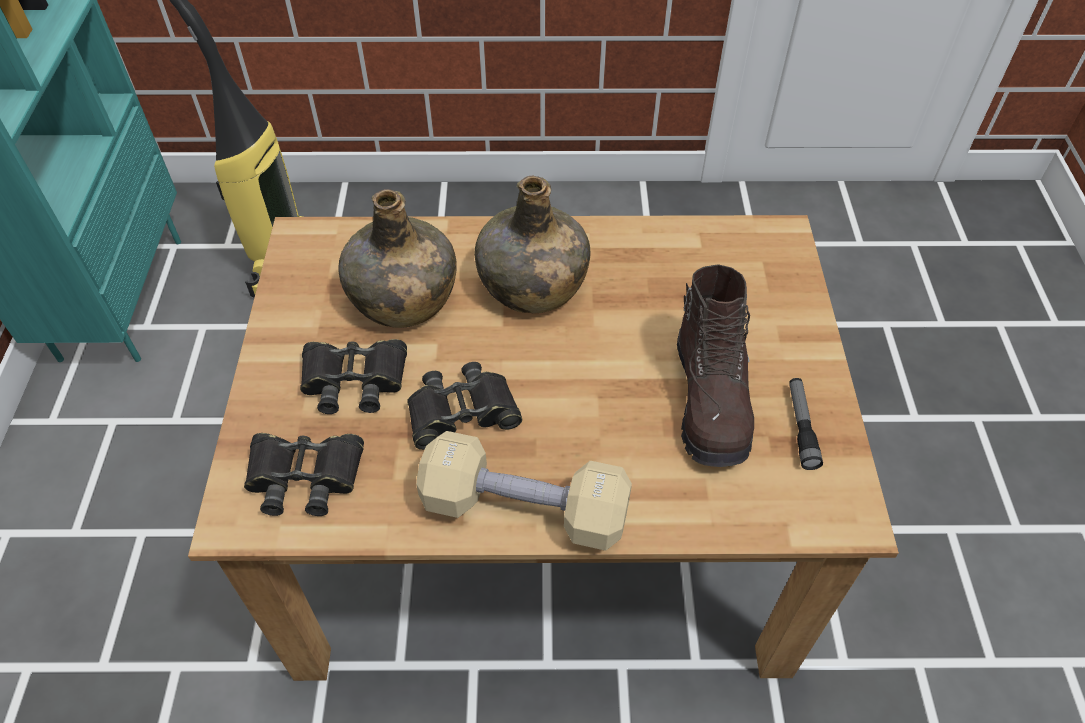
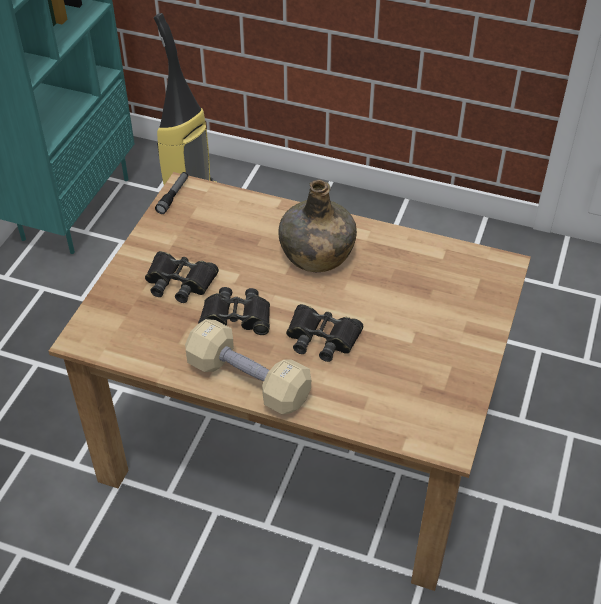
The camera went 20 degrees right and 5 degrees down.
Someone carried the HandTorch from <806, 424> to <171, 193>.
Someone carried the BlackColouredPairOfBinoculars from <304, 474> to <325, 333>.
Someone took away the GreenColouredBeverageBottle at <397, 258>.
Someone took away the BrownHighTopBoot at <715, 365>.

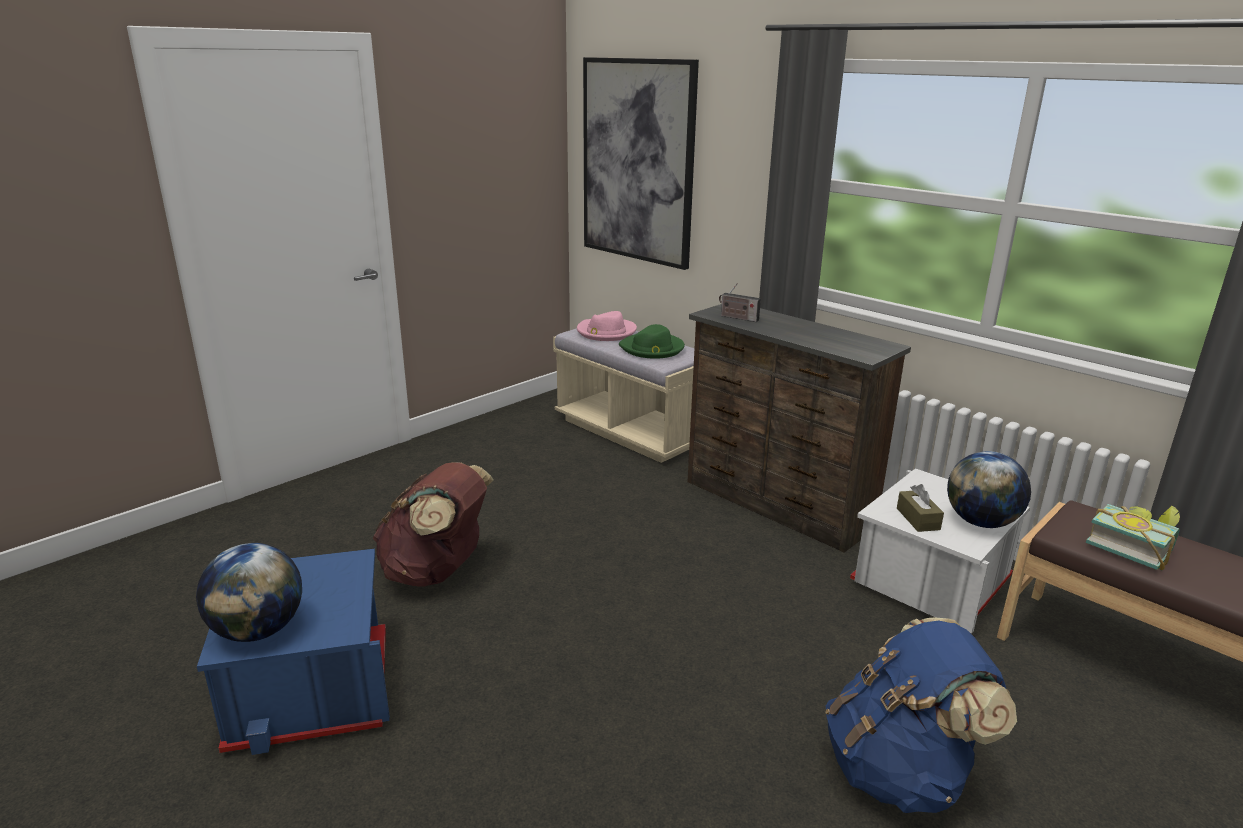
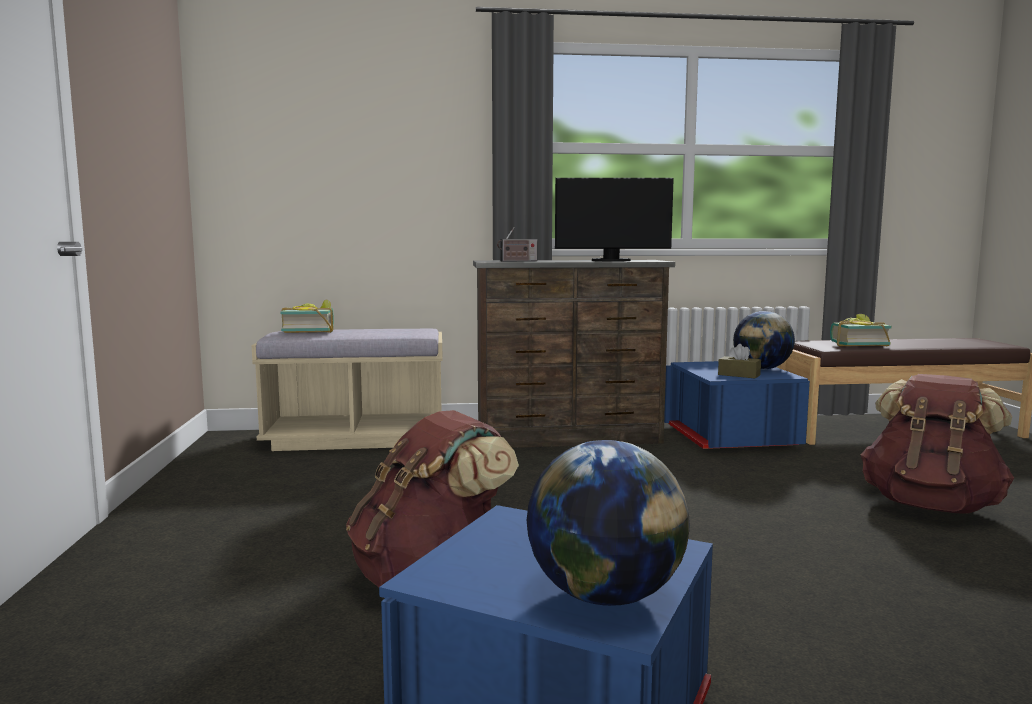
The camera went 50 degrees left and 15 degrees down.
Someone swapped the PinkishHat at <607, 326> for the BoundBook at <307, 316>.
Someone put down the ComputerScreen at <614, 219>.
Someone repainted the WhiteStorageBin at <940, 550>, which became the BlueColouredStorageBin at <737, 405>.
Someone repainted the BlueColouredRucksack at <921, 715>, which became the BrownRucksack at <937, 444>.
Someone took away the Picture at <641, 163>.
Someone took away the GreenColouredHat at <652, 341>.

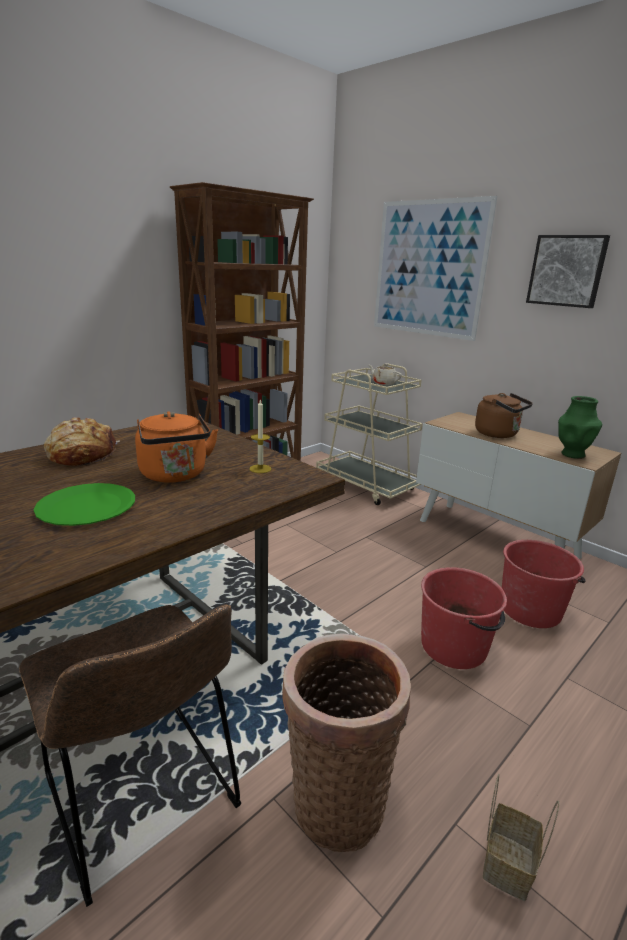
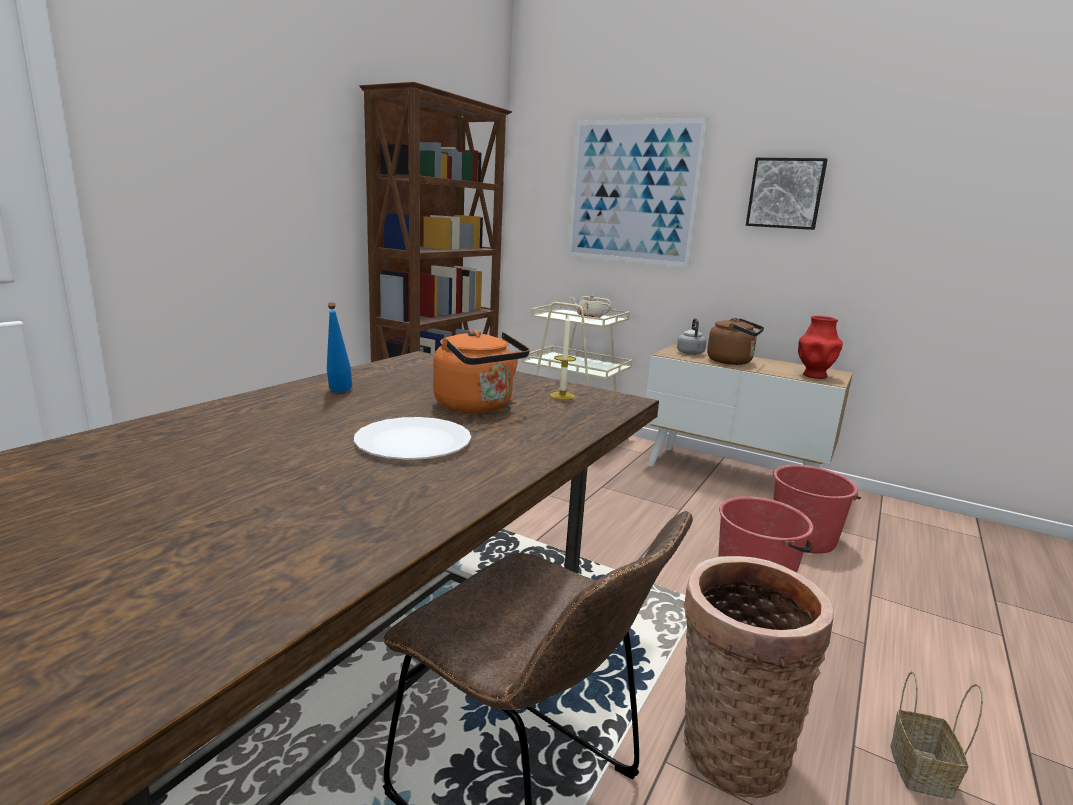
The camera went 15 degrees left and 5 degrees down.
Someone swapped the BakedBread at <82, 441> for the BlueColouredBeverageBottle at <339, 347>.
Someone repainted the GreenColouredPlate at <84, 504>, which became the WhitePlate at <412, 438>.
Someone put down the GreyTeaKettle at <691, 336>.
Someone repainted the GreenColouredFlowerVase at <580, 427>, which became the RedColouredFlowerVase at <820, 347>.

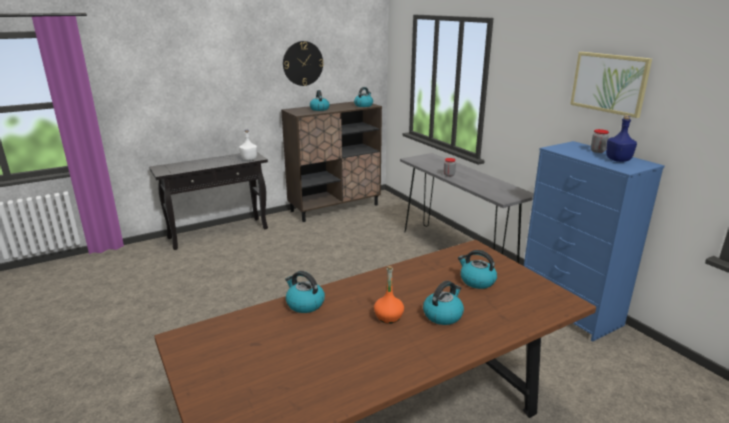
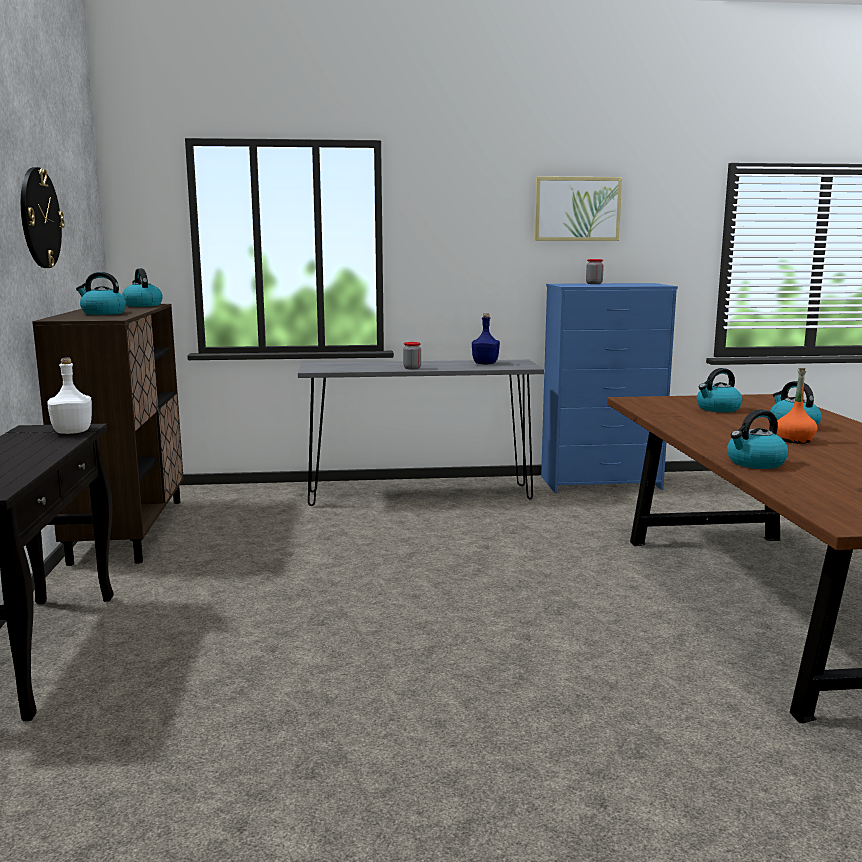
The camera went 65 degrees left and 10 degrees down.
Someone carried the BlueColouredBeverageBottle from <621, 138> to <486, 338>.

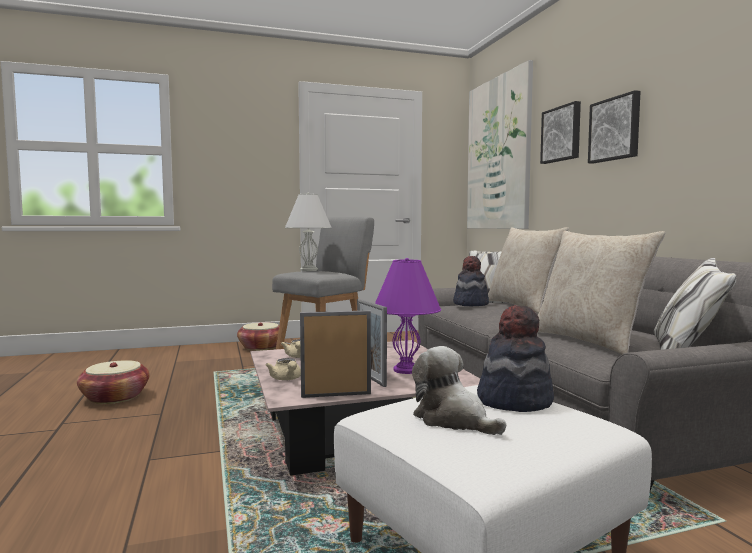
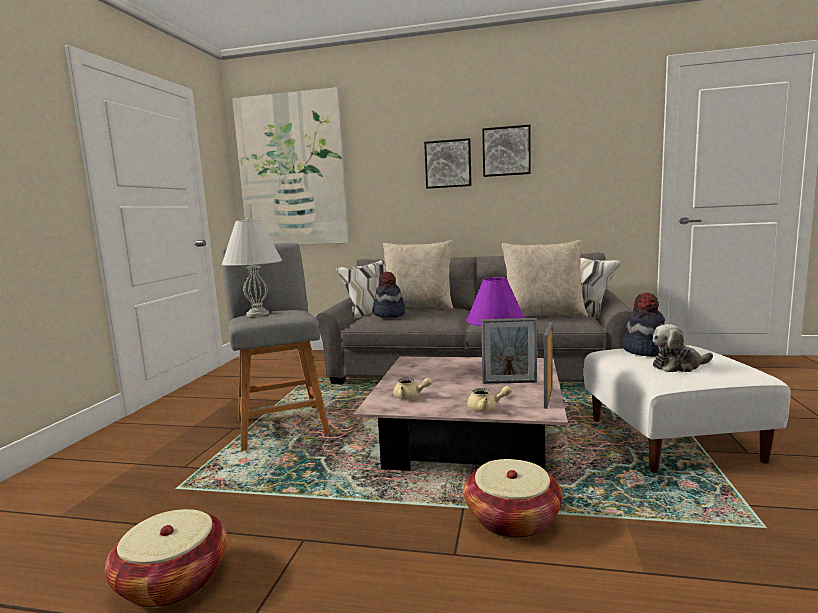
The camera went 60 degrees left and 5 degrees up.
Someone carried the HouseholdBasket from <258, 336> to <513, 499>.
Someone carried the Picture from <560, 132> to <506, 151>.

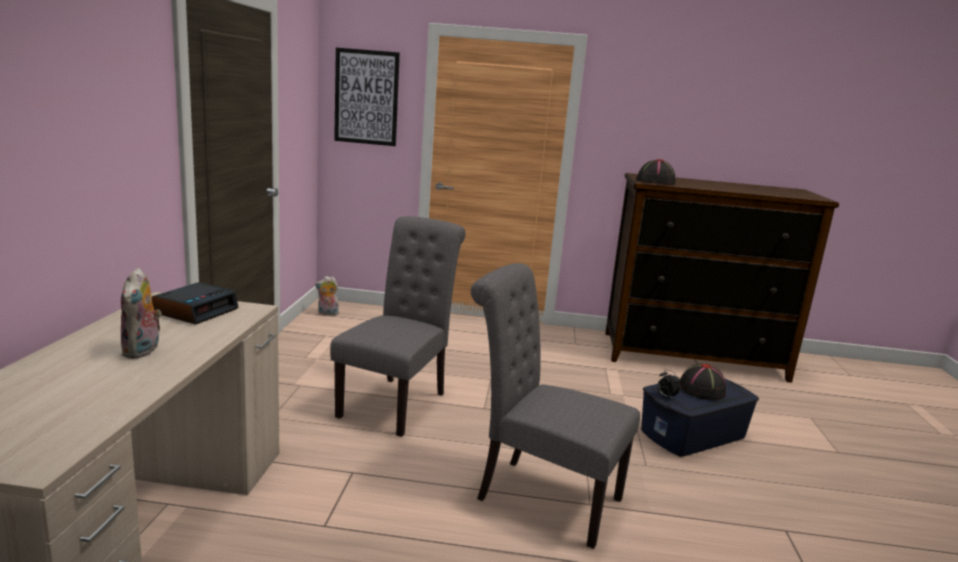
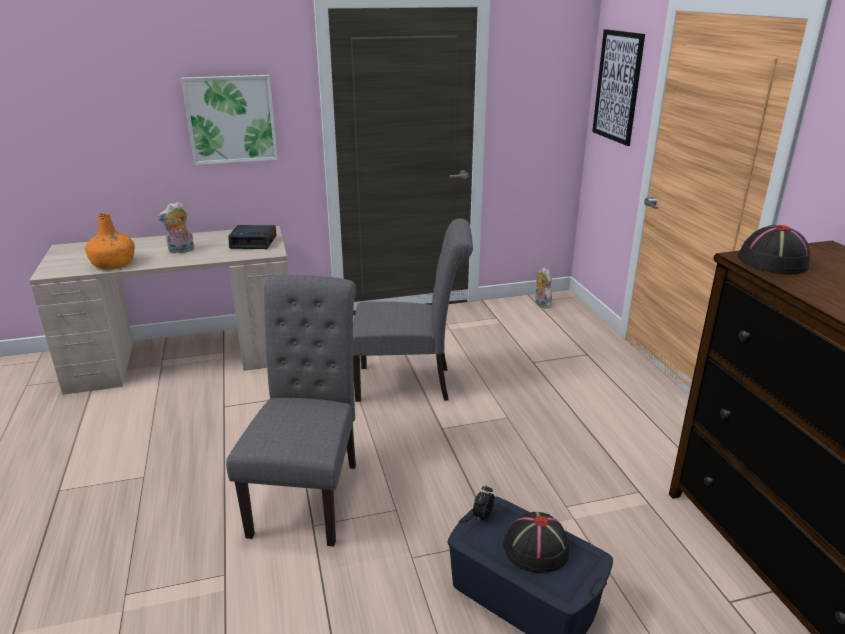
The camera went 70 degrees right and 10 degrees up.
Someone put down the OrangeColouredBeverageBottle at <110, 240>.
Someone put up the Picture at <229, 120>.

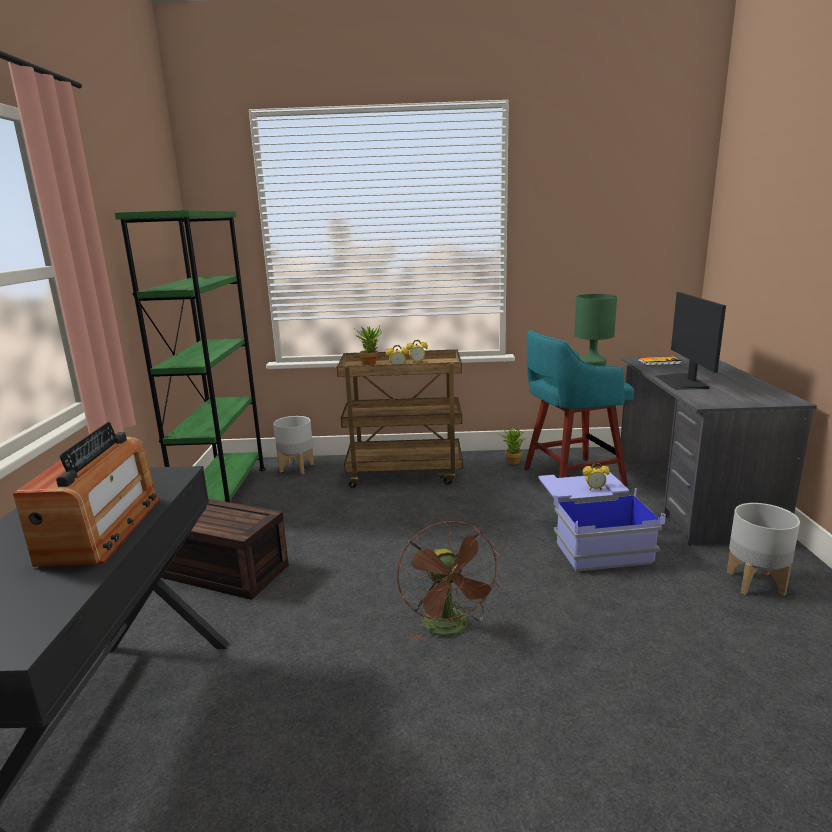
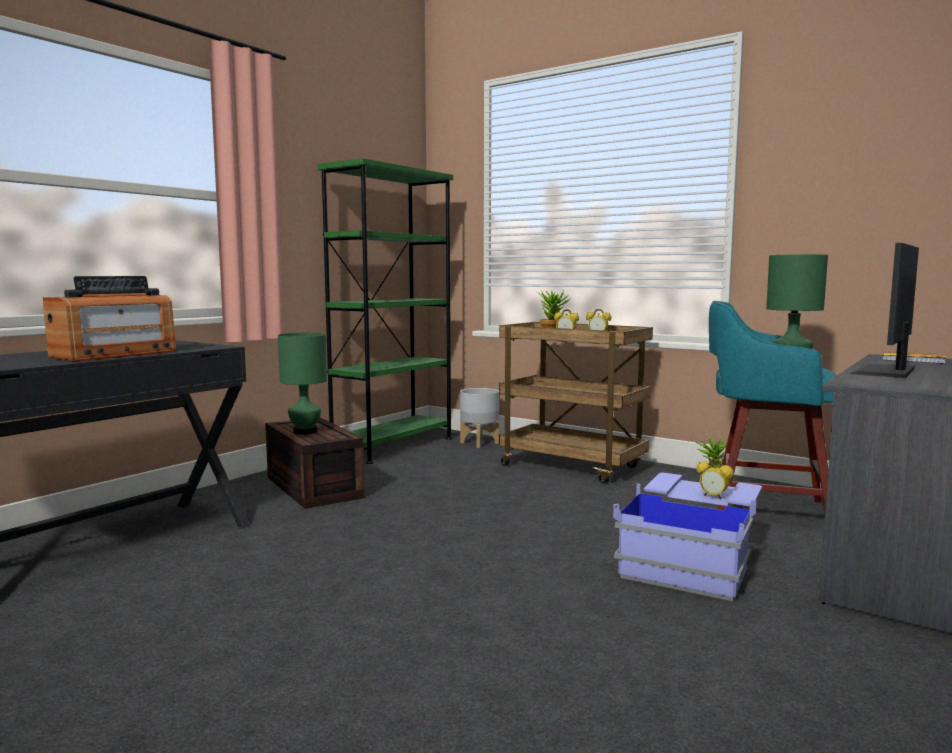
The camera went 35 degrees right and 10 degrees down.
Someone put down the GreenColouredLampForATable at <302, 383>.
Someone took away the BrownCoolingFan at <448, 581>.
Someone took away the GreyPlantPot at <763, 549>.

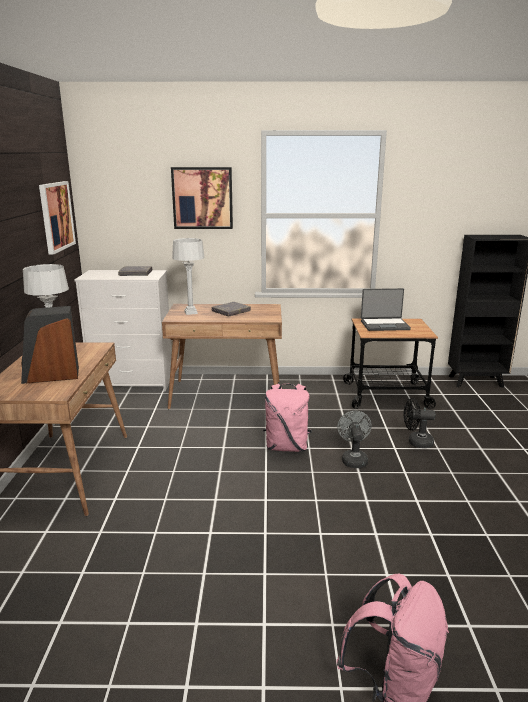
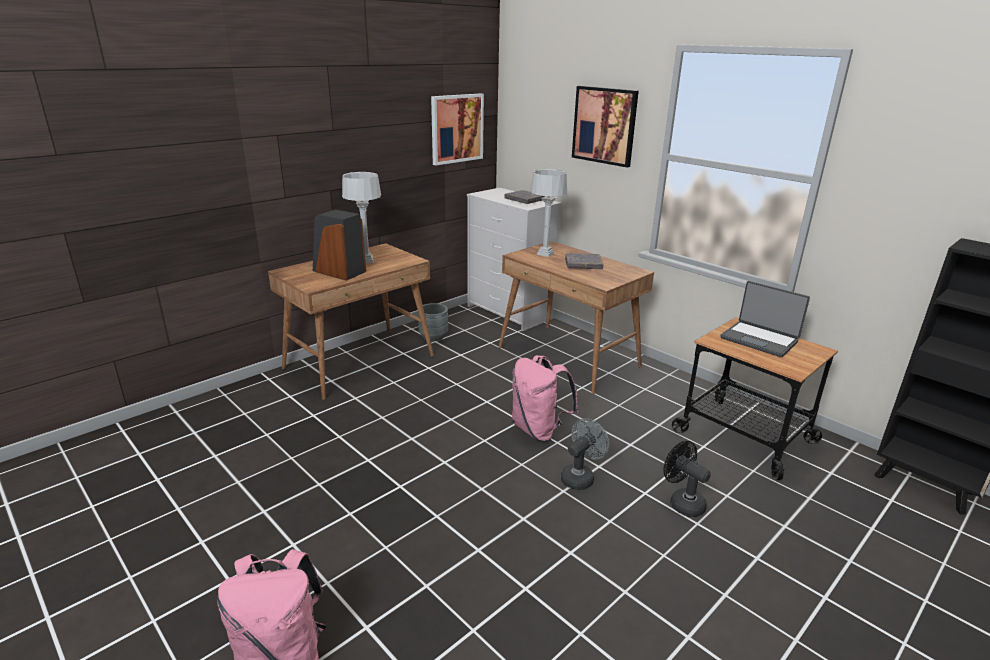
The camera went 45 degrees right and 5 degrees up.
Someone put down the GreyPlantPot at <433, 322>.

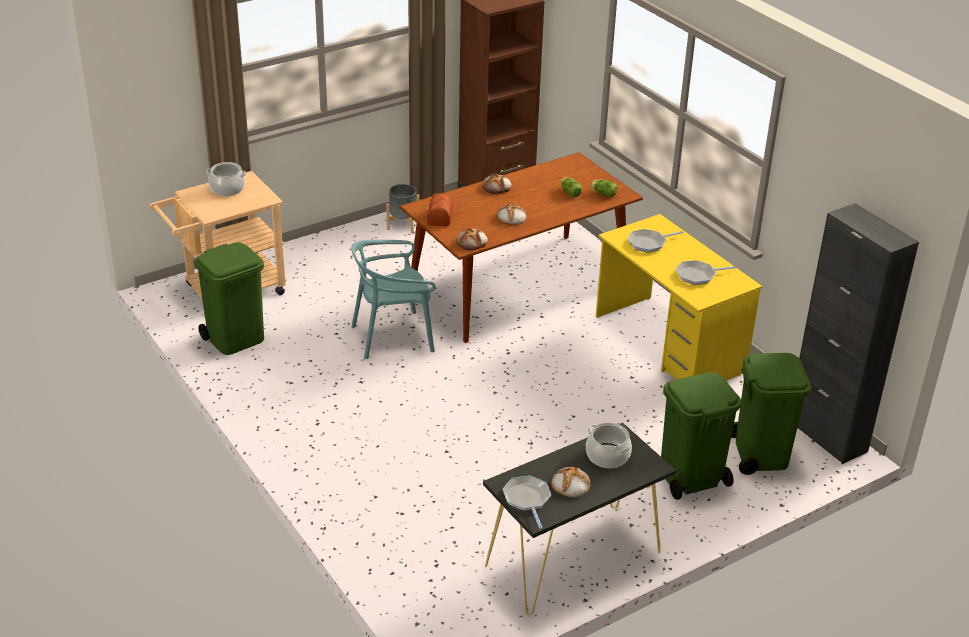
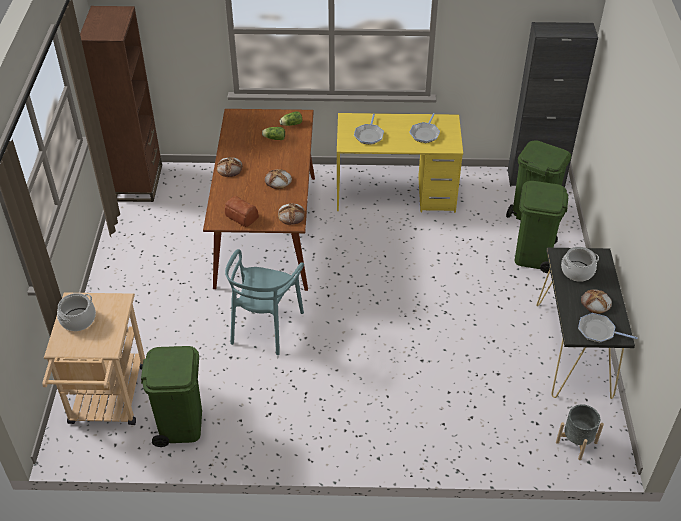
The camera went 55 degrees left and 10 degrees up.
Someone carried the GreyPlantPot from <403, 208> to <580, 432>.

